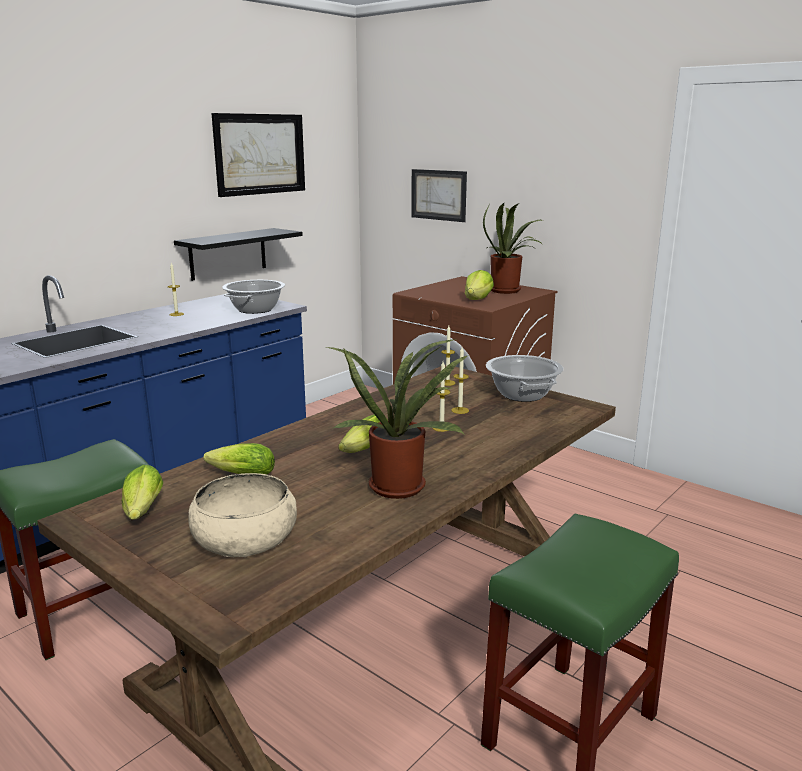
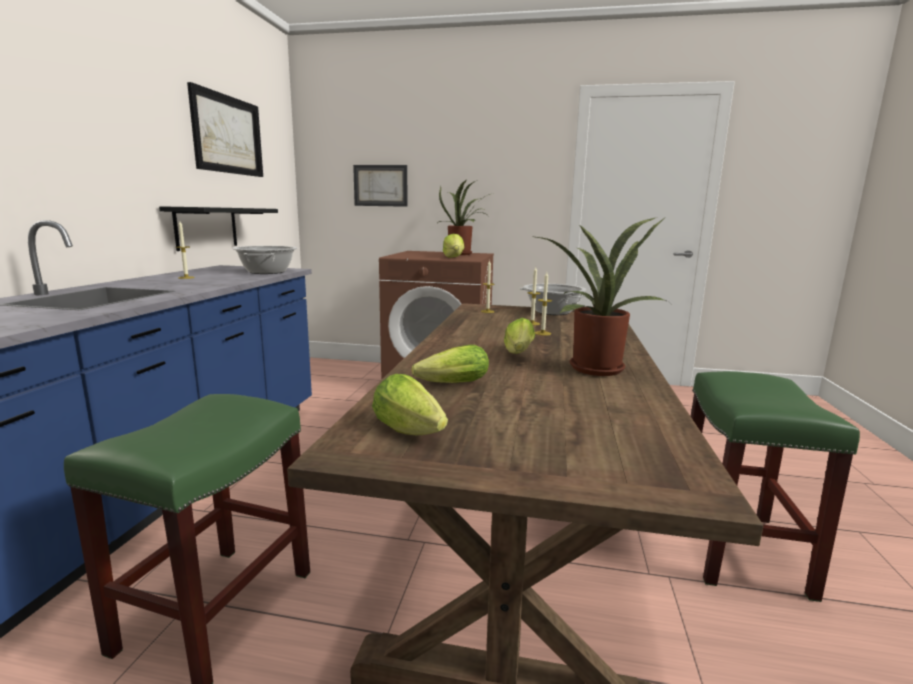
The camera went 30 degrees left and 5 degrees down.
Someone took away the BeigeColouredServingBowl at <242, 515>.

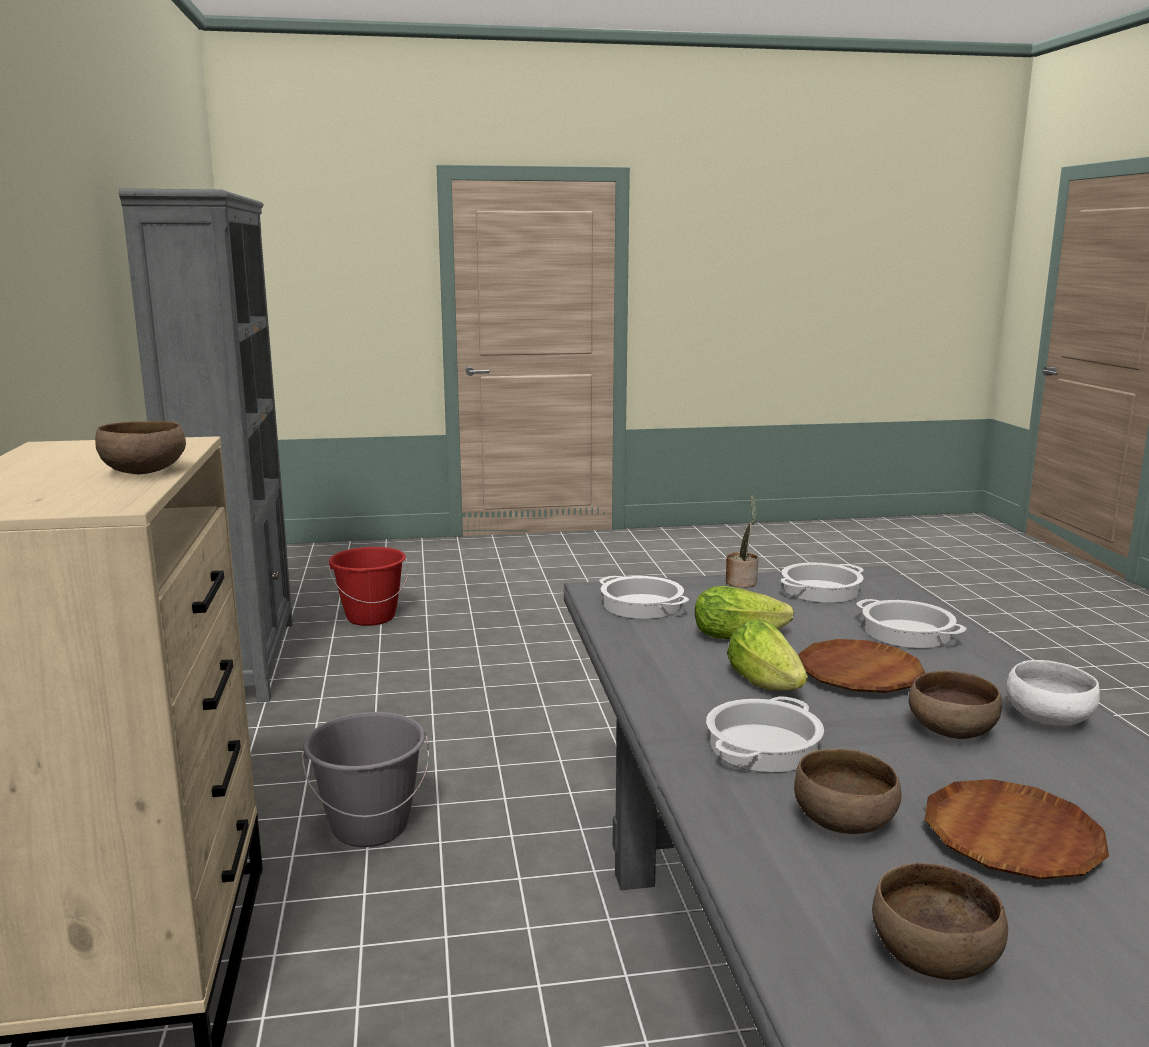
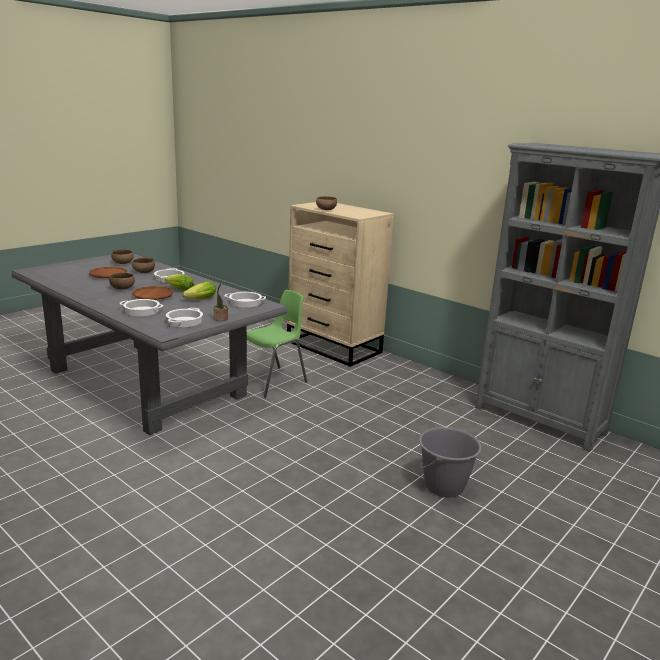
The camera went 140 degrees right and 5 degrees up.
Someone put down the GreenColouredUprightChair at <277, 344>.
Someone carried the GreyPail from <365, 779> to <450, 462>.
Someone took away the RedColouredPail at <368, 586>.
Someone took away the WhiteServingBowl at <1053, 693>.

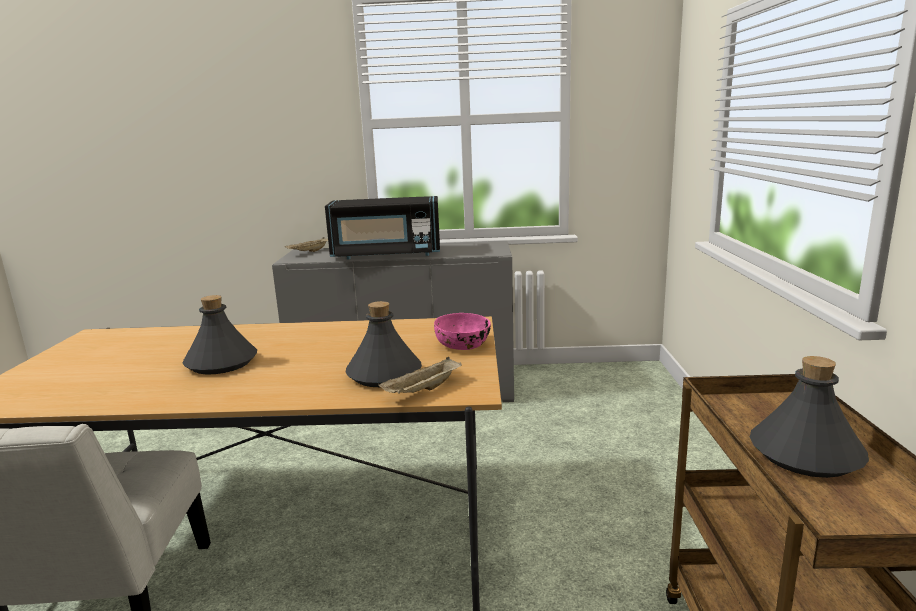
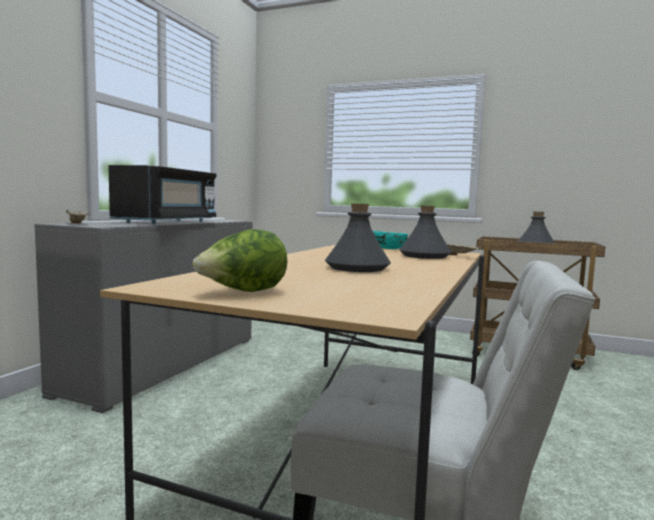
The camera went 70 degrees left and 10 degrees down.
Someone put down the HeadOfLettuce at <240, 260>.
Someone repainted the PinkishServingBowl at <462, 331>, which became the BlueGreenServingBowl at <390, 240>.

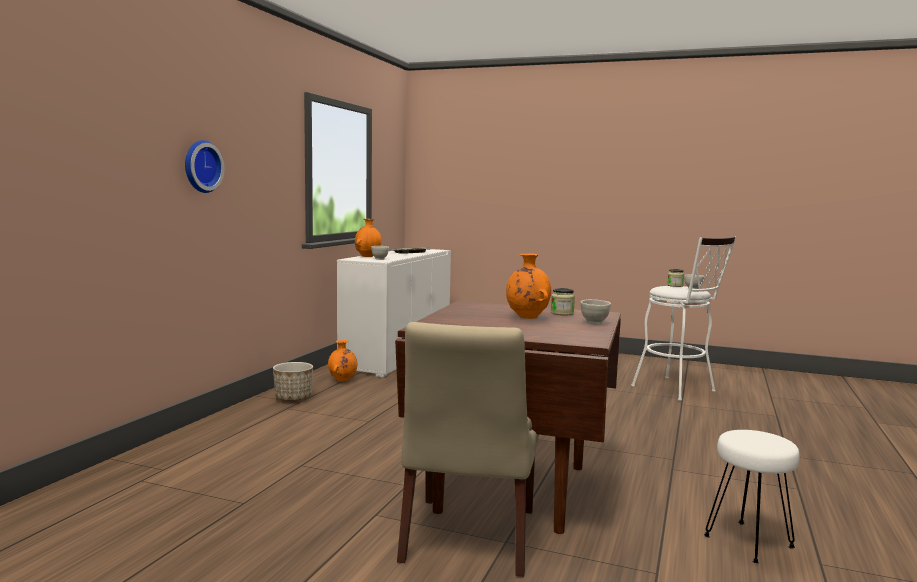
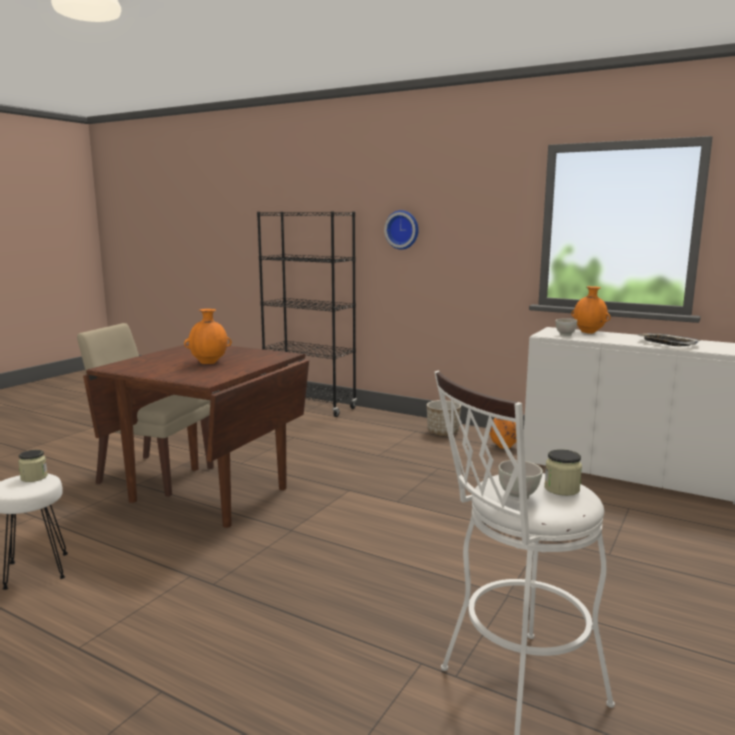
The camera went 100 degrees right and 5 degrees up.
Someone carried the Jar from <563, 301> to <33, 466>.
Someone put down the BlackColouredBookshelf at <307, 314>.
Someone took away the WhiteServingBowl at <596, 311>.

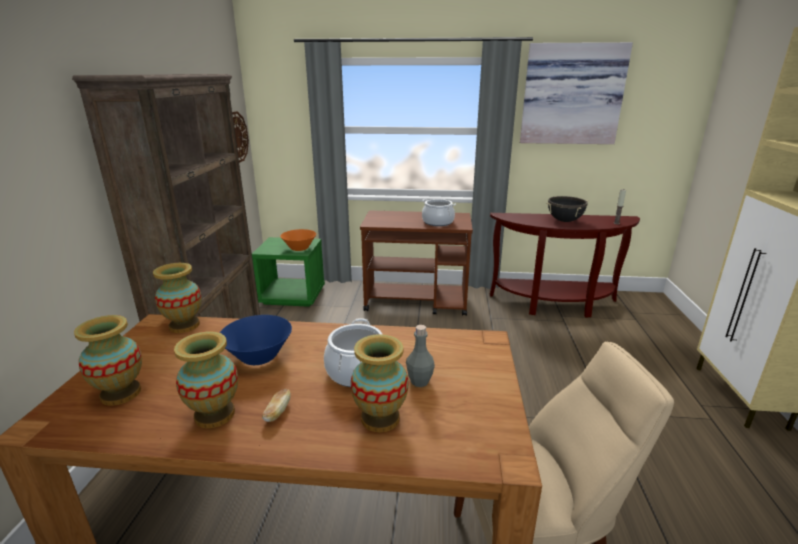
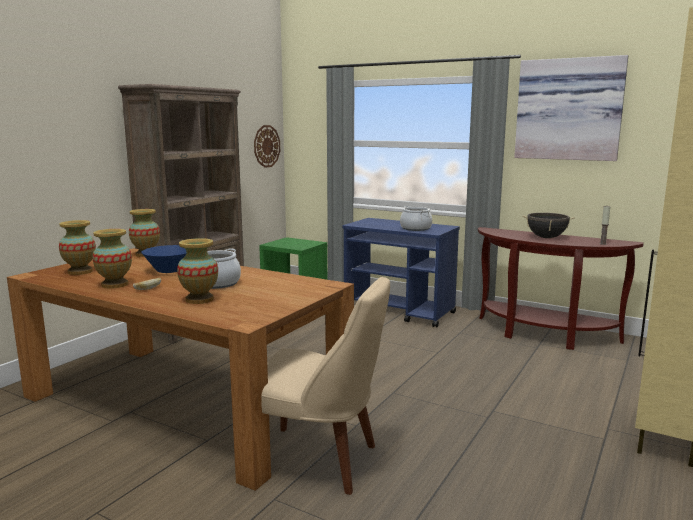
The camera went 25 degrees right and 10 degrees down.
Someone repainted the BrownCart at <416, 263>, which became the BlueColouredCart at <401, 273>.
Someone took away the OrangeColouredServingBowl at <298, 240>.
Someone took away the GreyBeverageBottle at <420, 356>.

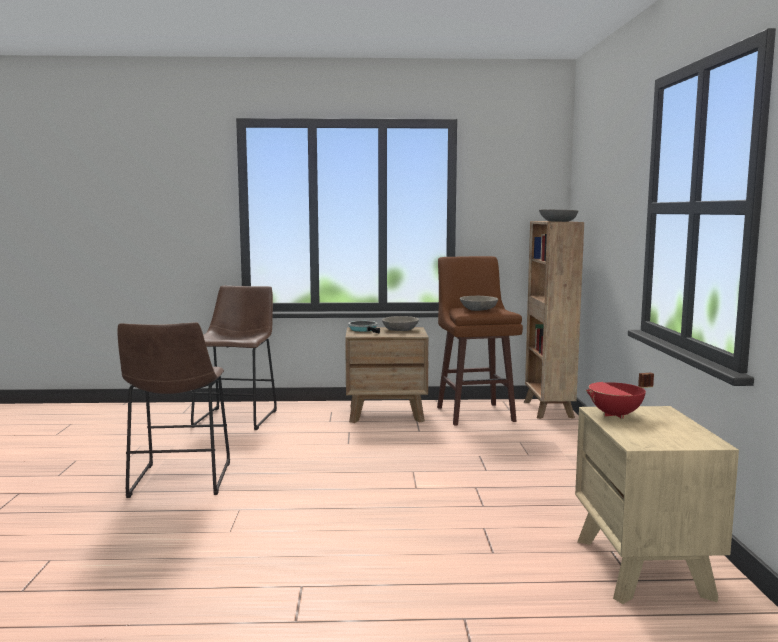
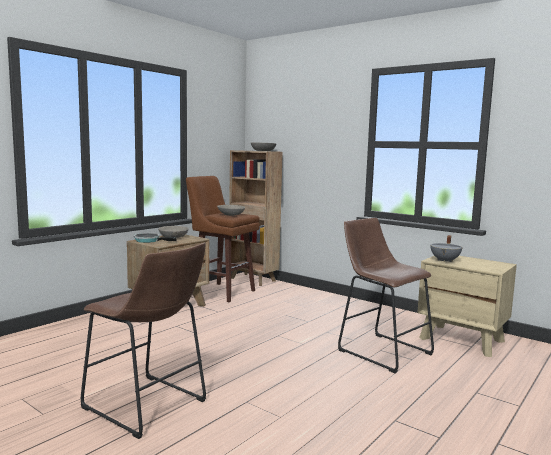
The camera went 50 degrees left and 0 degrees up.
Someone carried the BrownStool from <234, 358> to <386, 295>.
Someone repainted the RedColouredCookingPot at <619, 396>, which became the GreyCookingPot at <446, 249>.

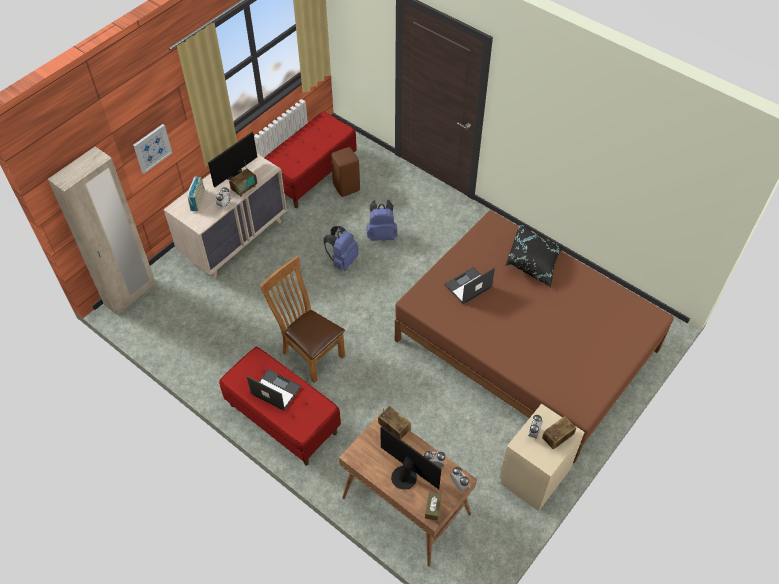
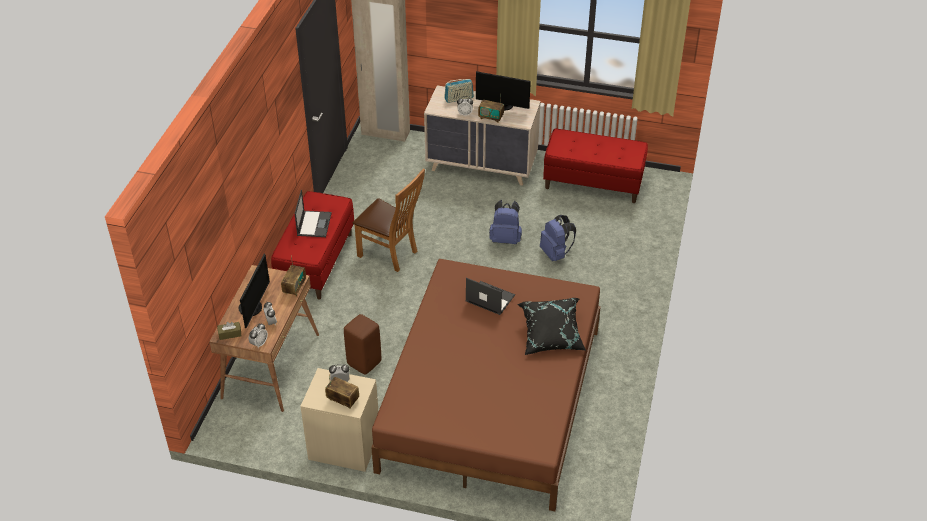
The camera went 65 degrees right and 10 degrees down.
Someone carried the BrownStool from <345, 172> to <362, 344>.
Someone rotated the BrownUprightChair at <302, 319> by 105 degrees clockwise.
Someone took away the Picture at <152, 149>.

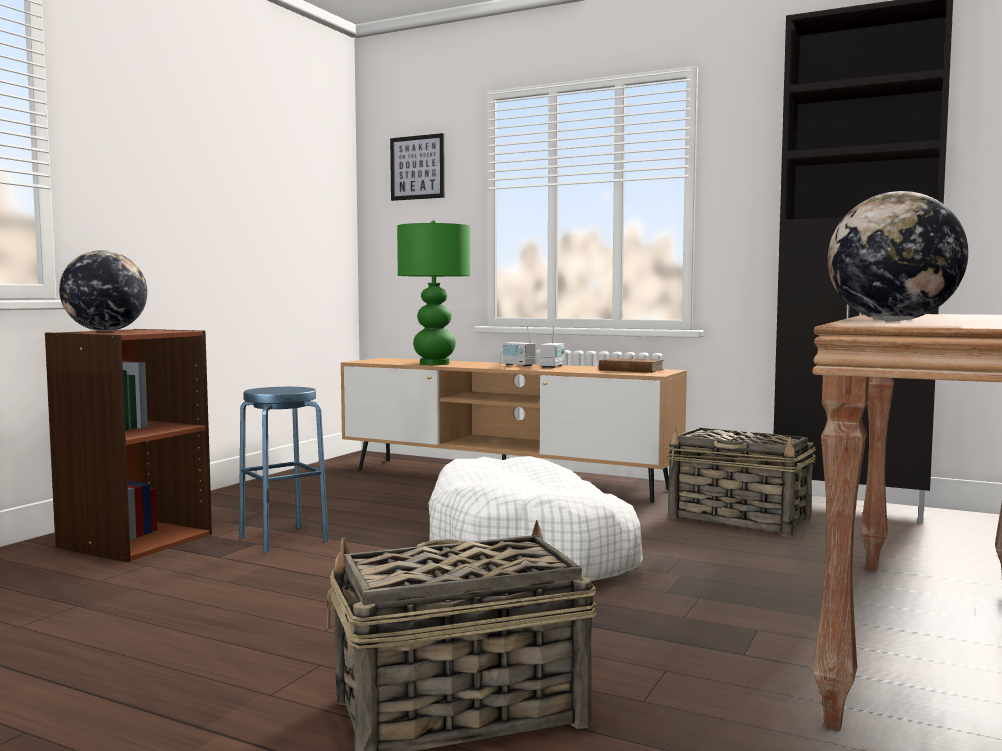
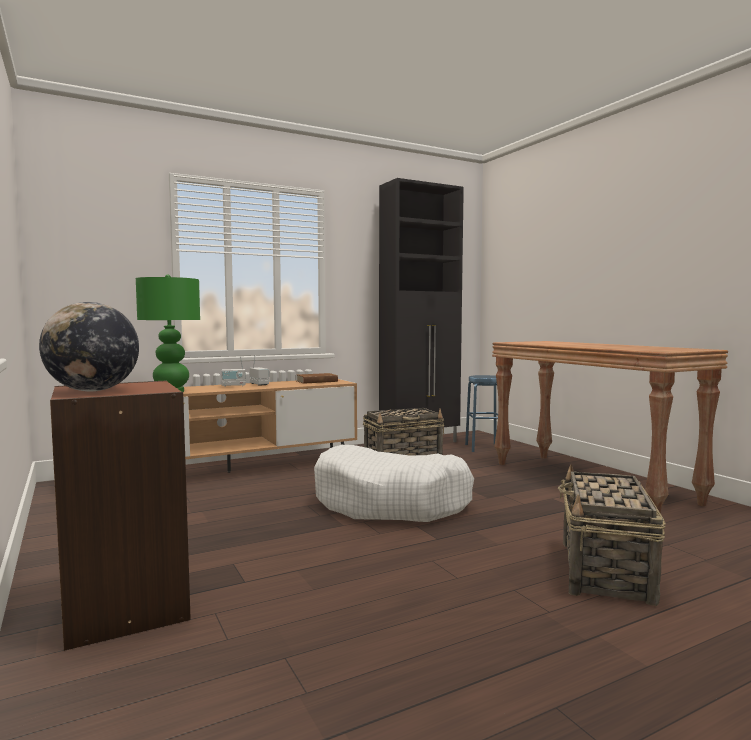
The camera went 55 degrees left and 0 degrees up.
Someone carried the BlueColouredStool from <284, 470> to <481, 413>.
Someone took away the Picture at <417, 167>.
Someone took away the Globe at <898, 256>.

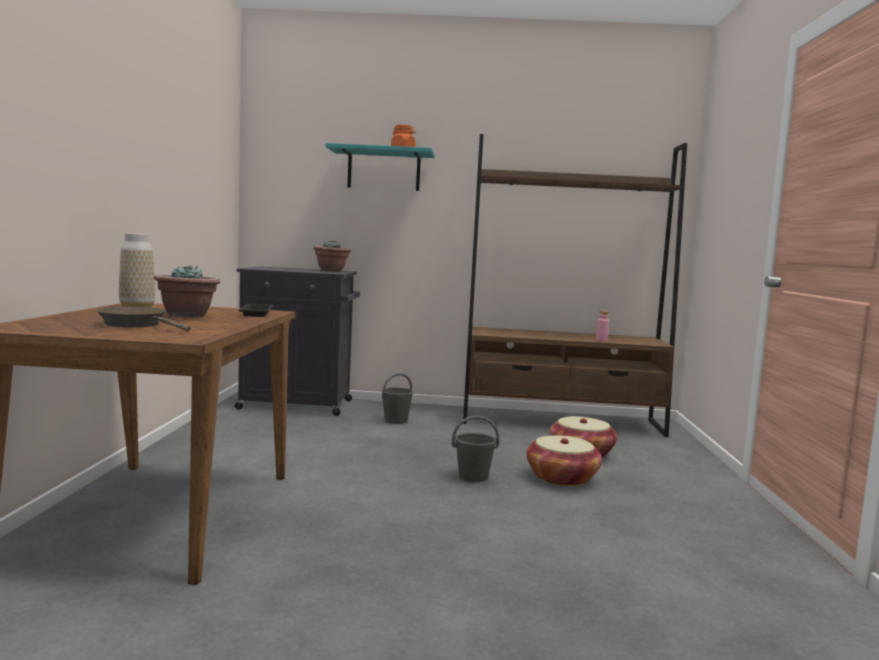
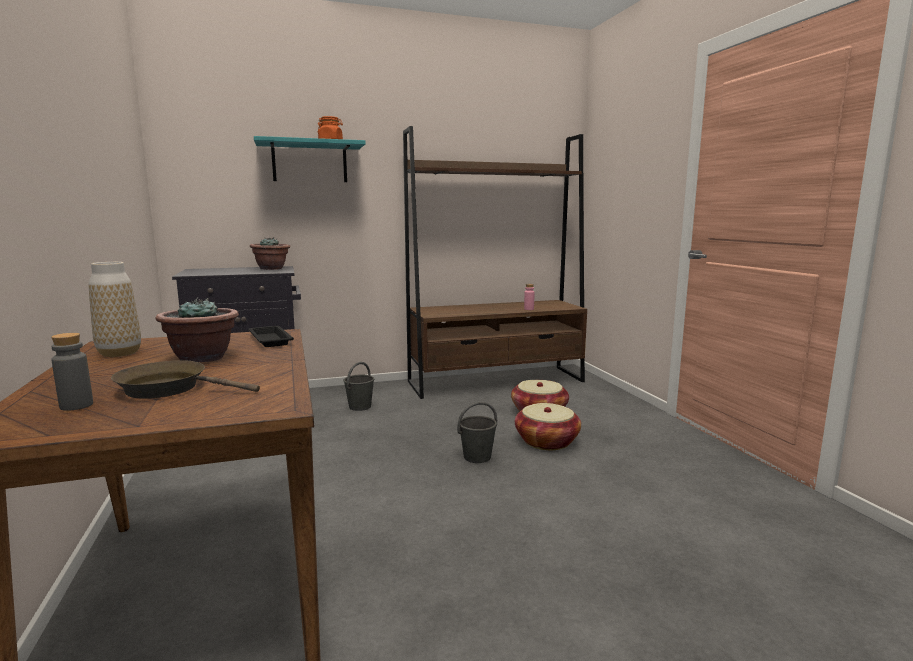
The camera went 20 degrees left and 5 degrees up.
Someone put down the GreyBeverageBottle at <72, 372>.

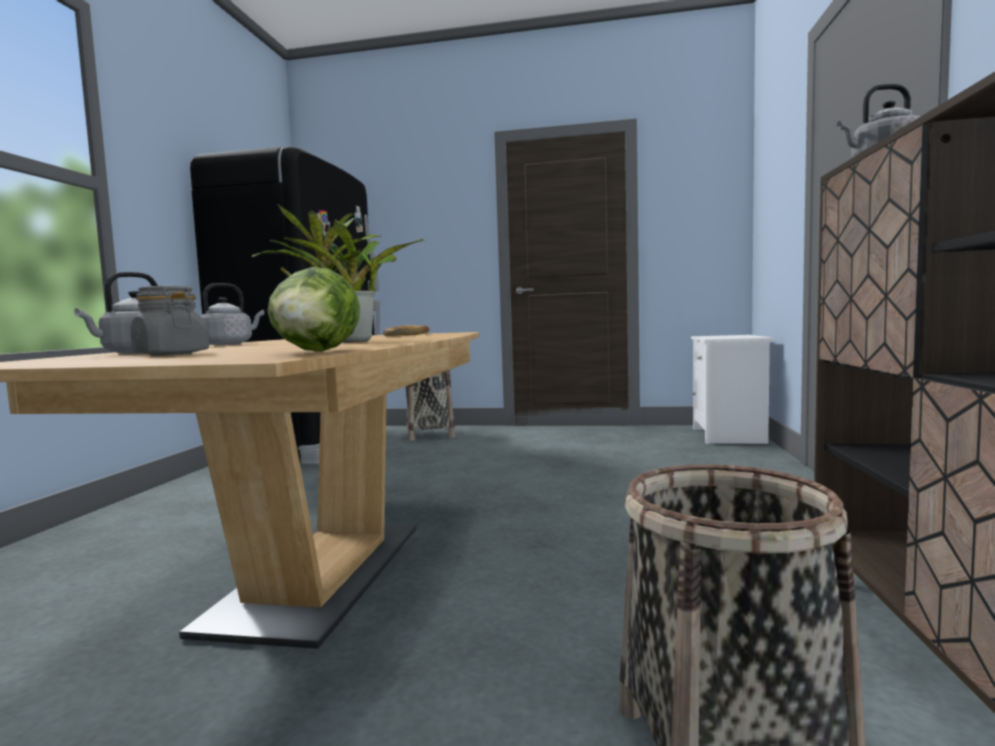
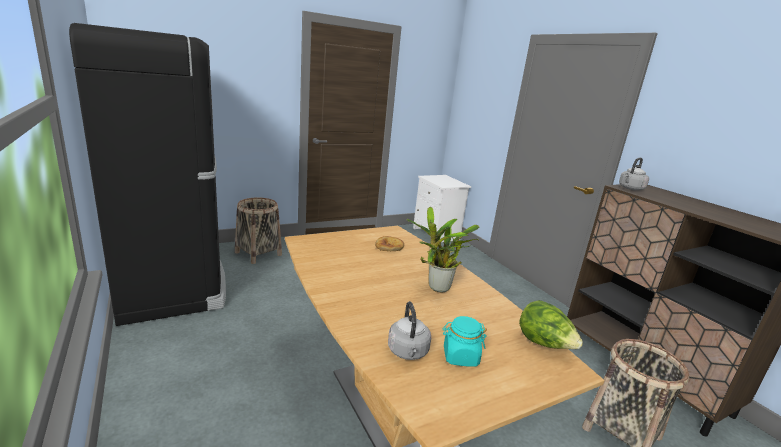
The camera went 40 degrees left and 15 degrees up.
Someone repainted the GreyJar at <169, 321>, which became the BlueGreenJar at <464, 341>.
Someone took away the GreyTeaKettle at <232, 314>.

